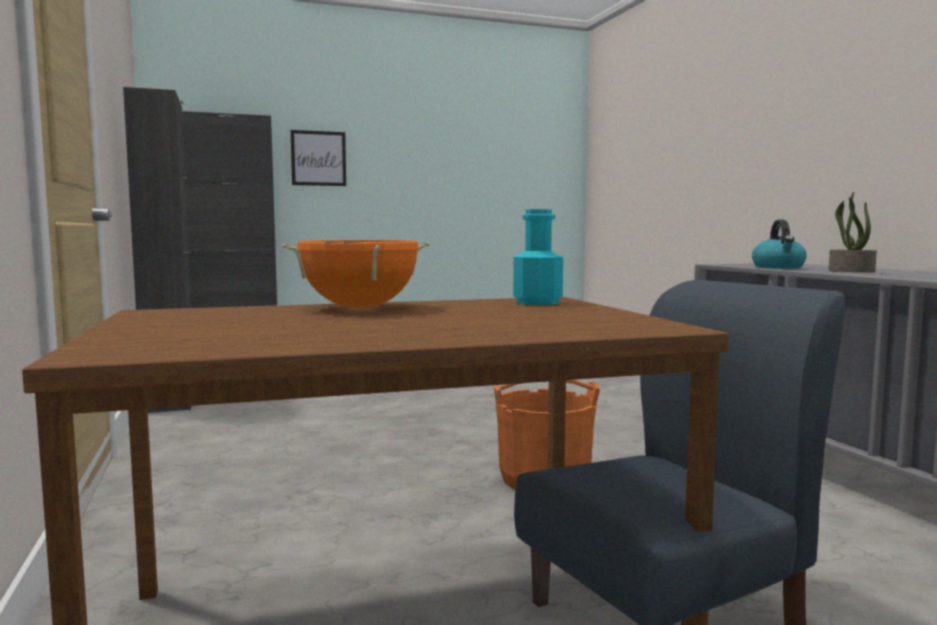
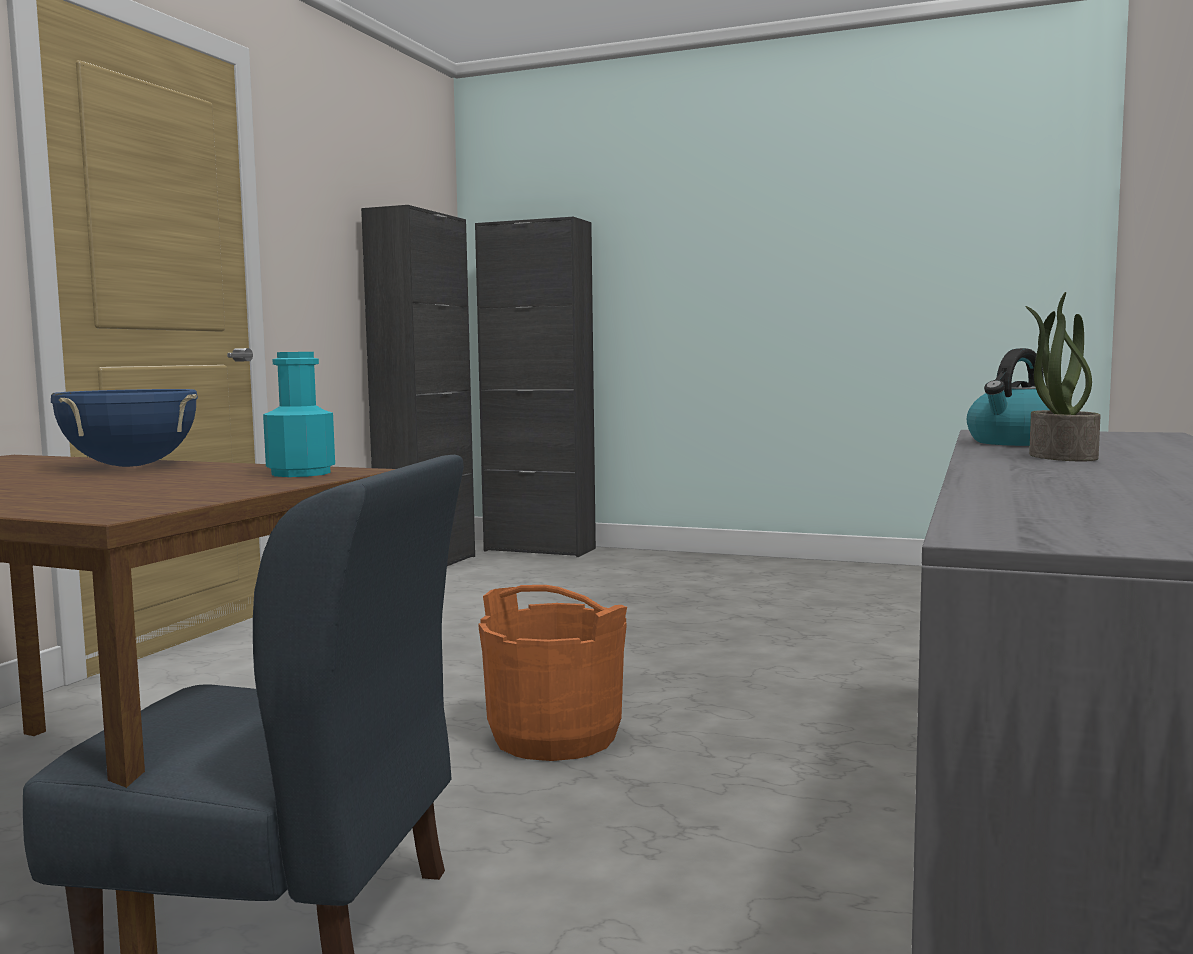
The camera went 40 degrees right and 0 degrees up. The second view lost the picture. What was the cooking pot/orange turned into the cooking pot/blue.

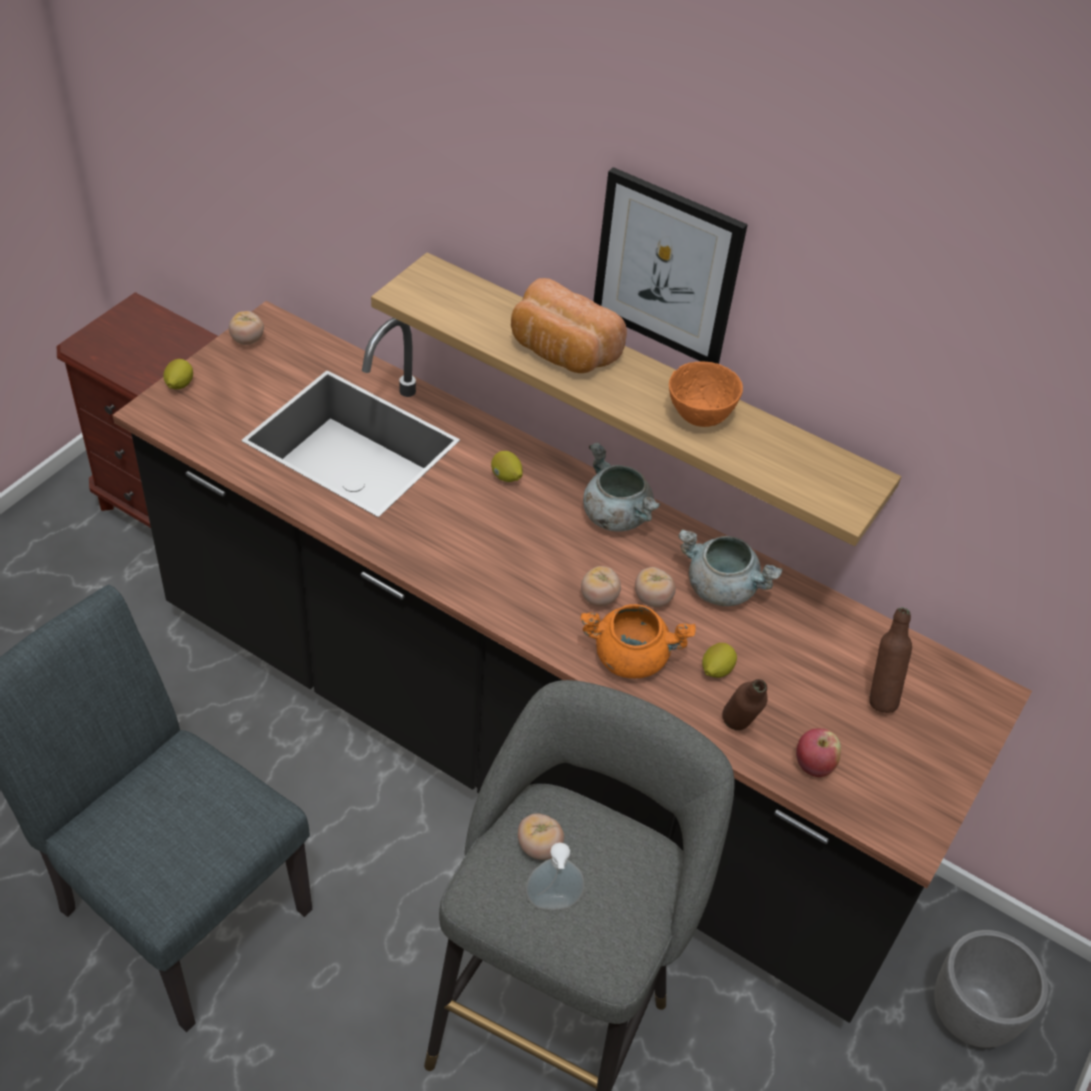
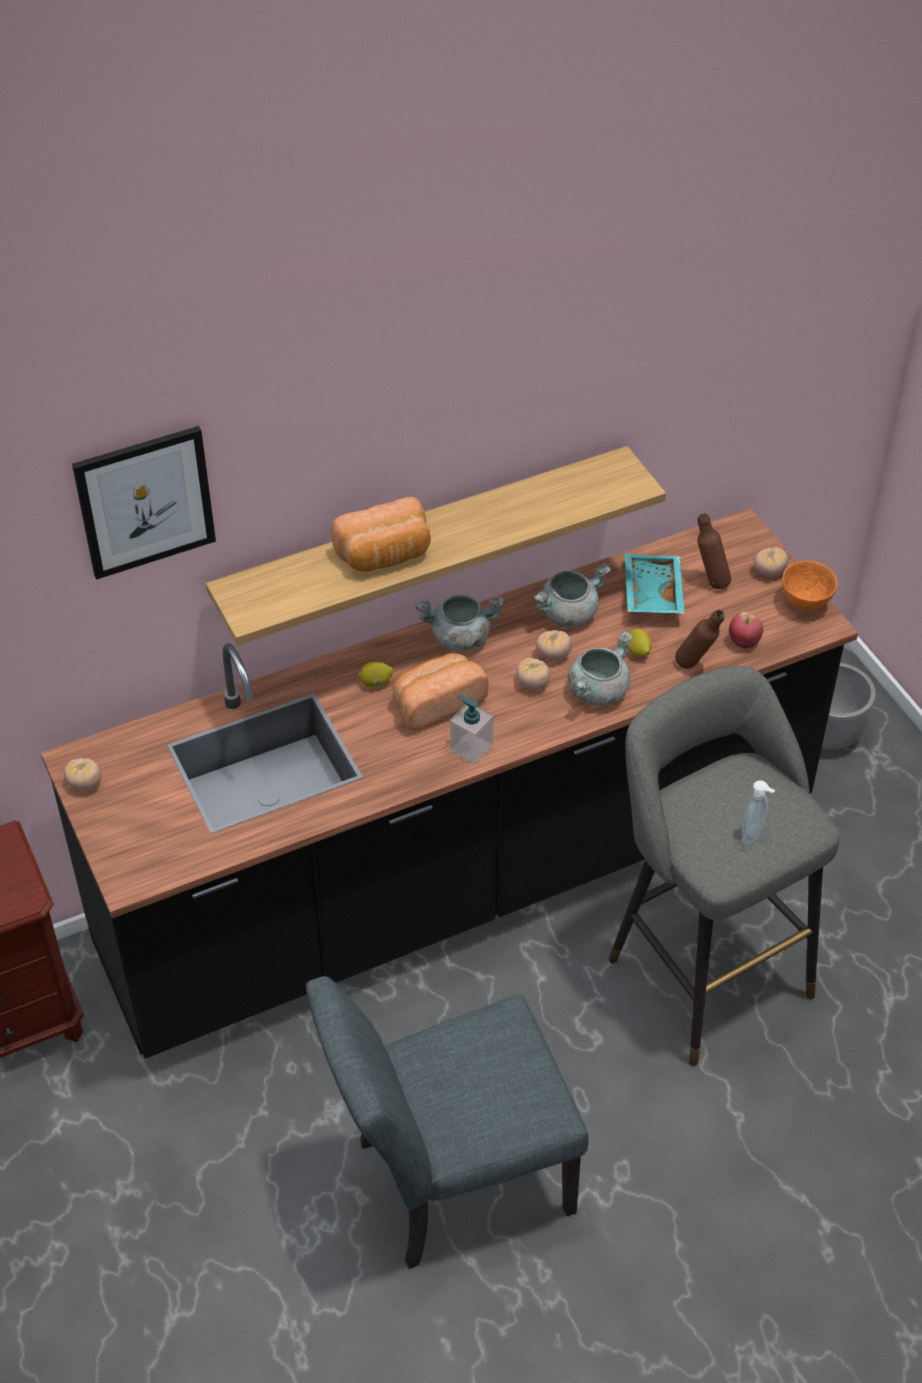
The camera went 55 degrees left and 0 degrees up. The second view lost the lemon (no. 1 from left). The second view gained the bread (no. 2 from left). The second view gained the soap dispenser (no. 1 from left). The second view gained the tray/turquoise. The tomato (no. 2 from left in the first image) ended up elsewhere. The picture ended up elsewhere. The bowl/orange ended up elsewhere. What was the cooking pot/orange turned into the cooking pot/grey (no. 3 from left).

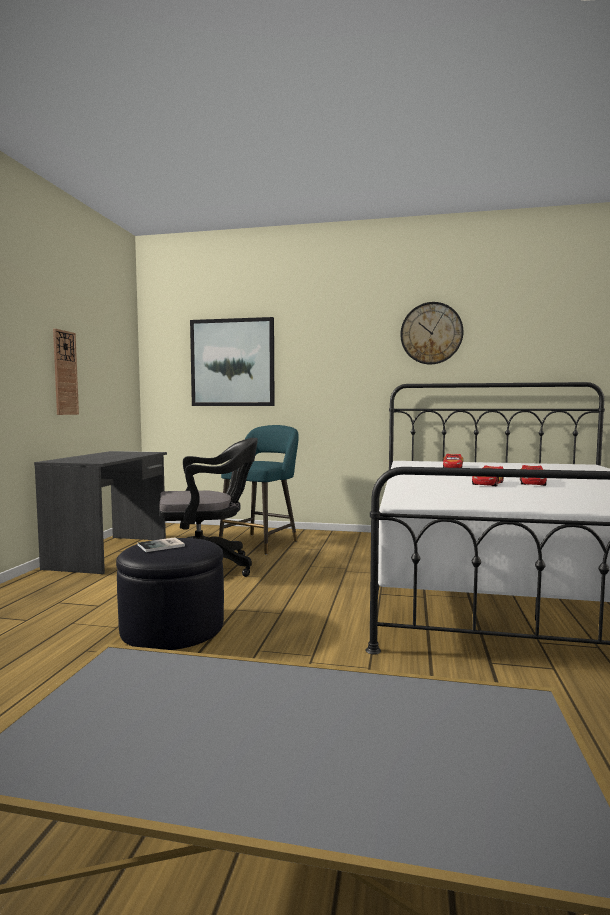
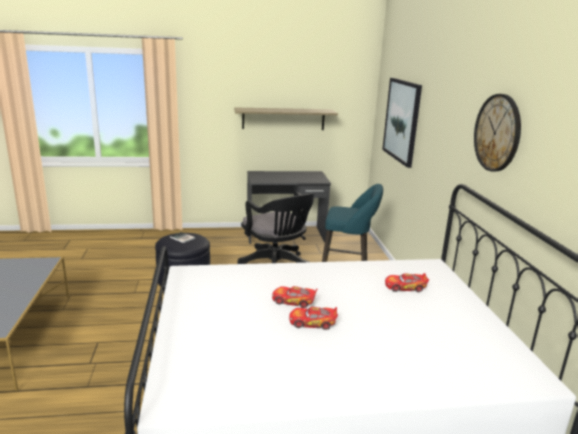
The camera went 70 degrees right and 15 degrees up. Where the wall clock (no. 1 from left) hung, the shelf came to hang.

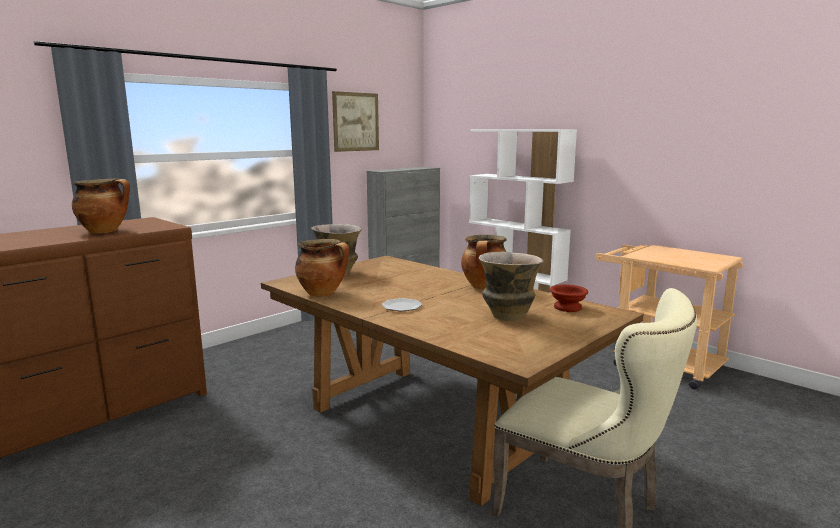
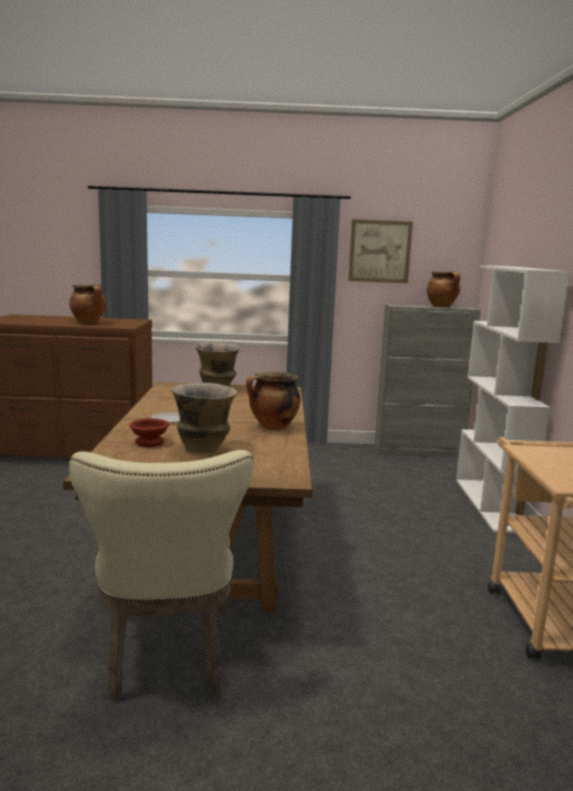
The camera went 45 degrees right and 0 degrees up. The cooking pot (no. 2 from left in the first image) ended up elsewhere. The bowl/brown ended up elsewhere.

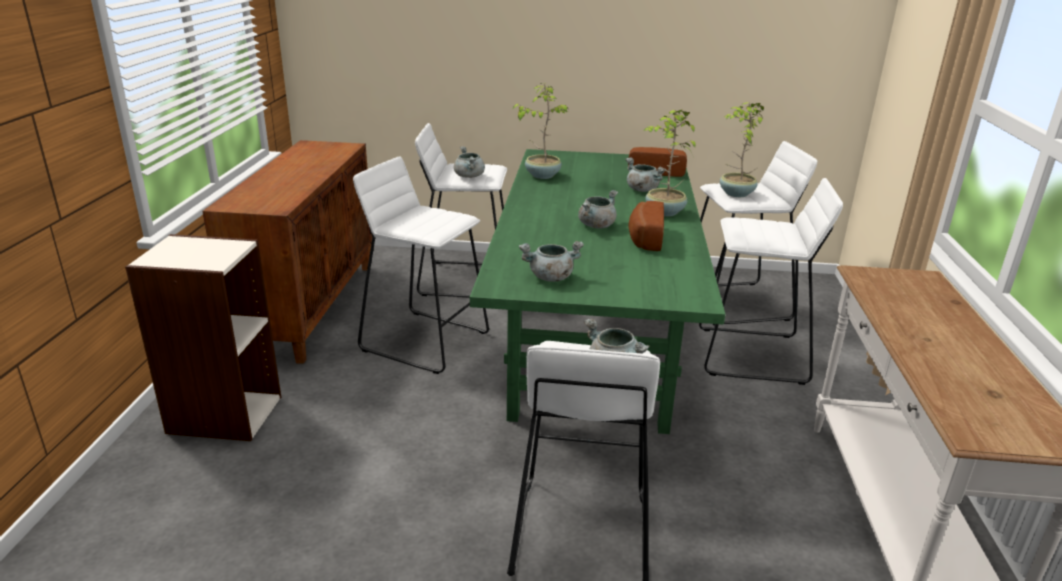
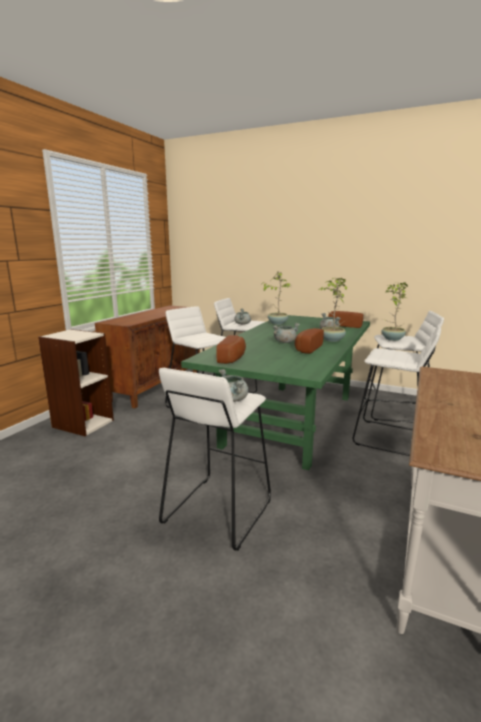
The camera went 20 degrees right and 10 degrees down. Where the cooking pot/grey (no. 2 from left) stood, the bread (no. 1 from left) came to stand.

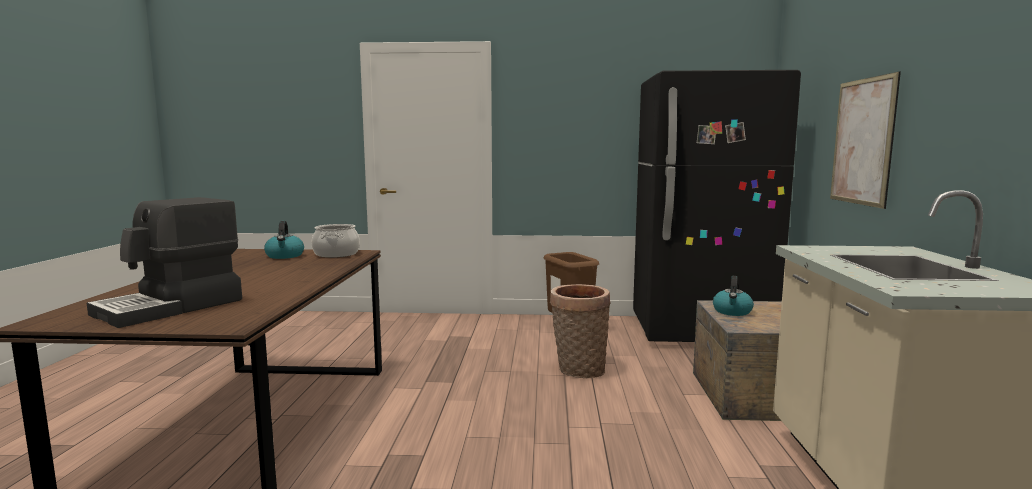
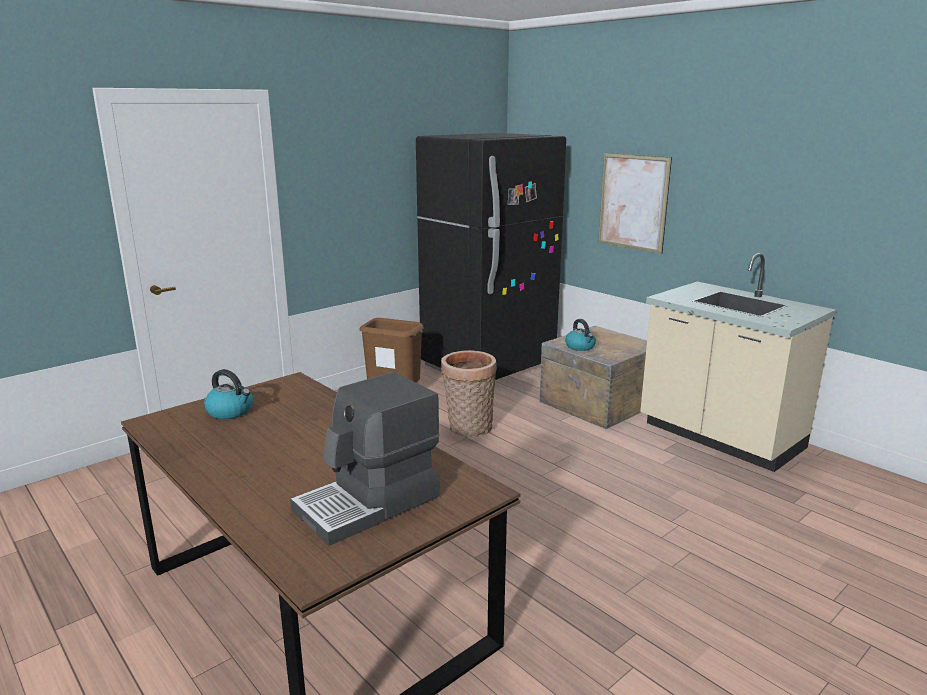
The camera went 45 degrees left and 10 degrees up. The second view lost the cooking pot. The coffee machine ended up facing another way, 60 degrees clockwise from before.

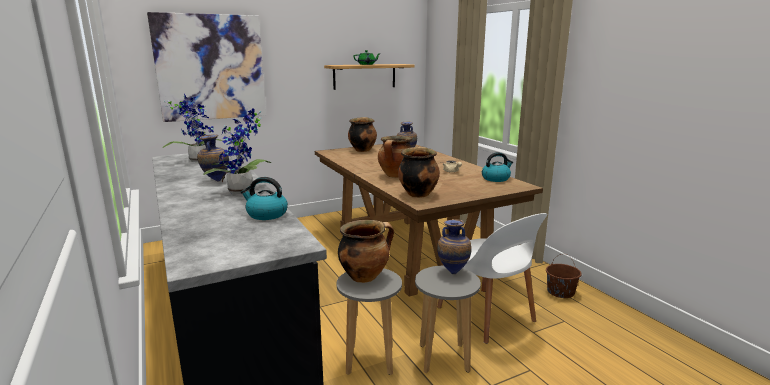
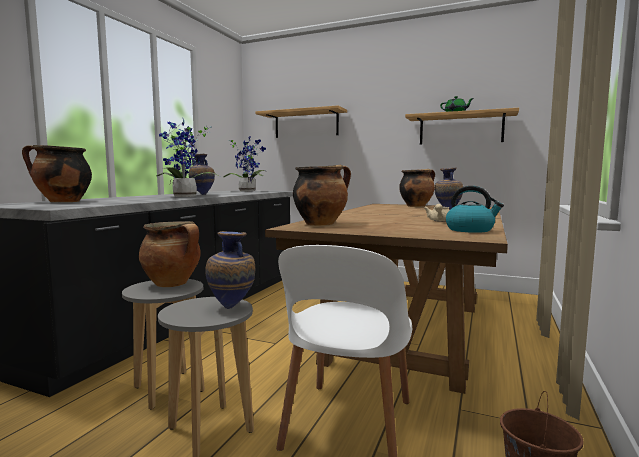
The camera went 50 degrees right and 10 degrees down. The second view lost the kettle (no. 1 from left). The cooking pot (no. 3 from left in the first image) ended up elsewhere. Where the picture hung, the shelf (no. 1 from left) came to hang.

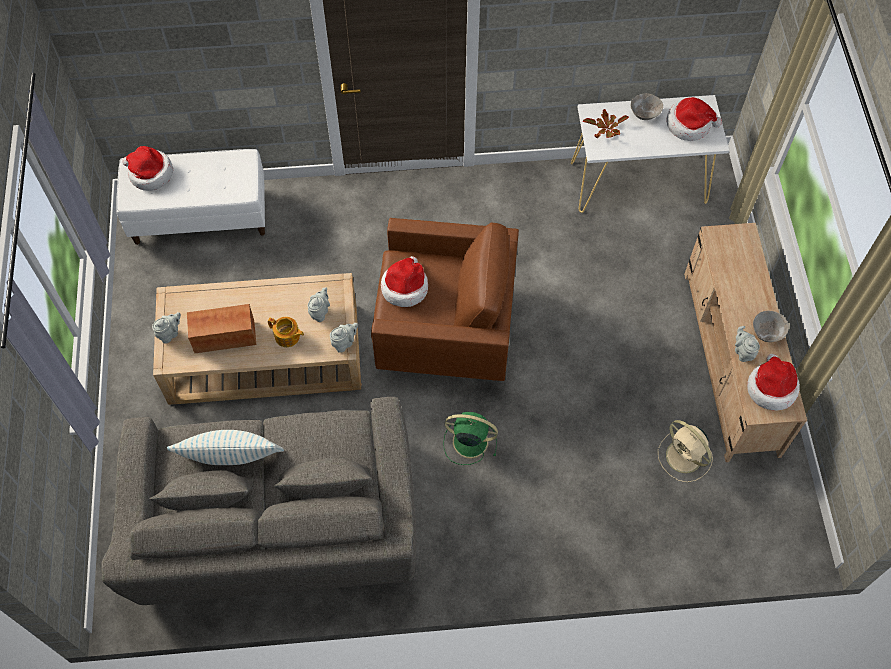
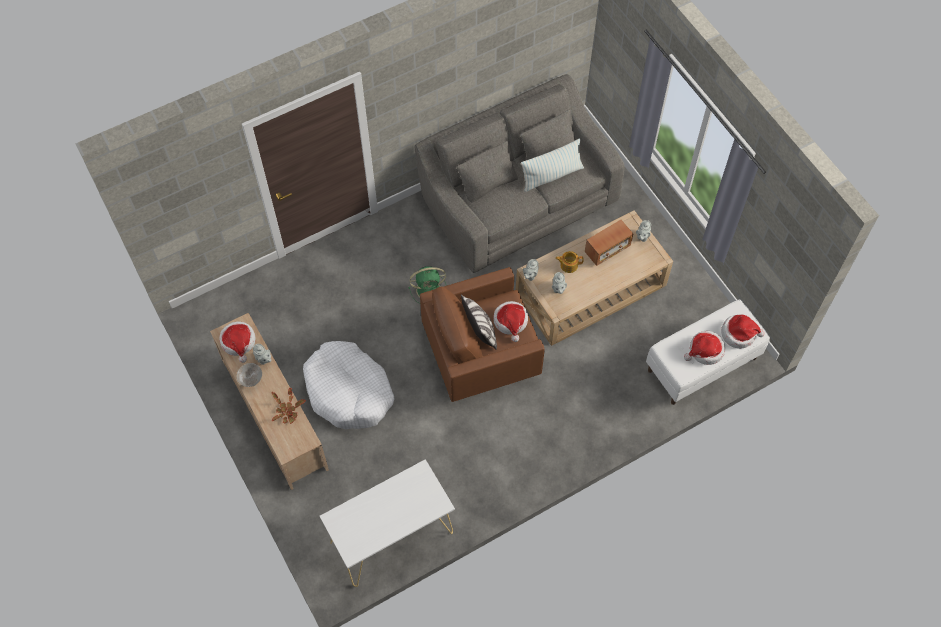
The camera went 155 degrees right and 0 degrees up. The second view lost the bowl/grey (no. 1 from left). The second view lost the fan/beige. The second view gained the dog bed/white. The second view gained the pillow (no. 1 from left). The potted plant ended up elsewhere. The hat (no. 3 from left) ended up elsewhere.

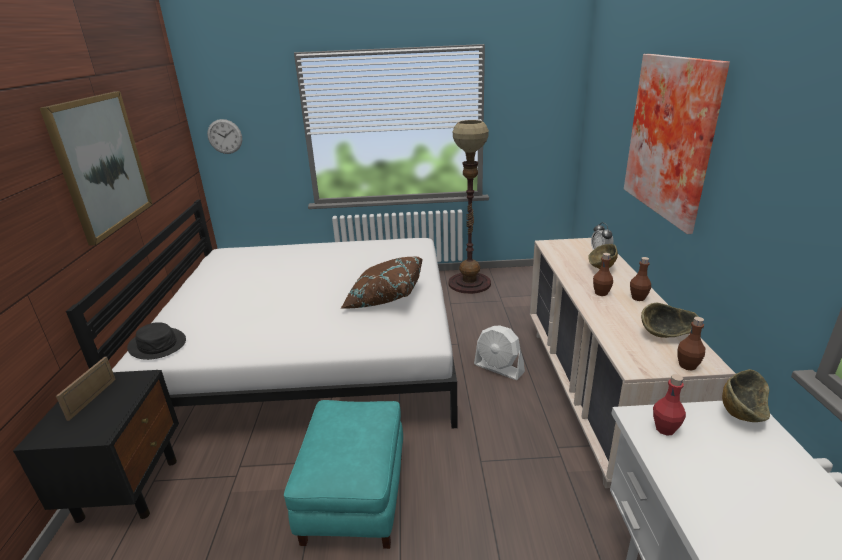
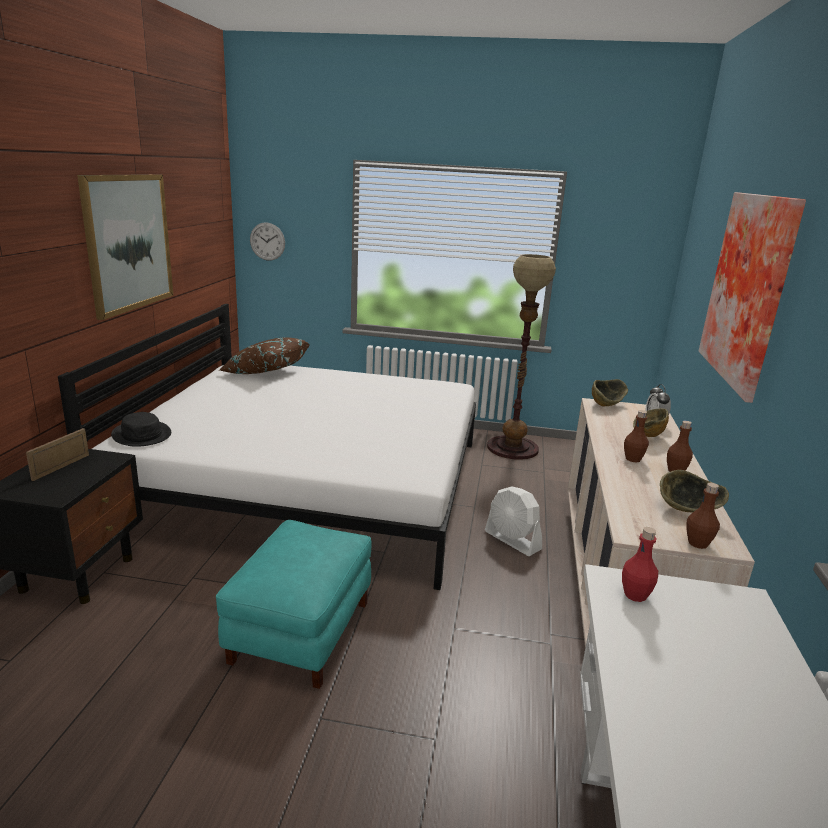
The camera went 10 degrees right and 5 degrees down. The pillow/brown ended up elsewhere. The bowl (no. 3 from left in the first image) ended up elsewhere.

